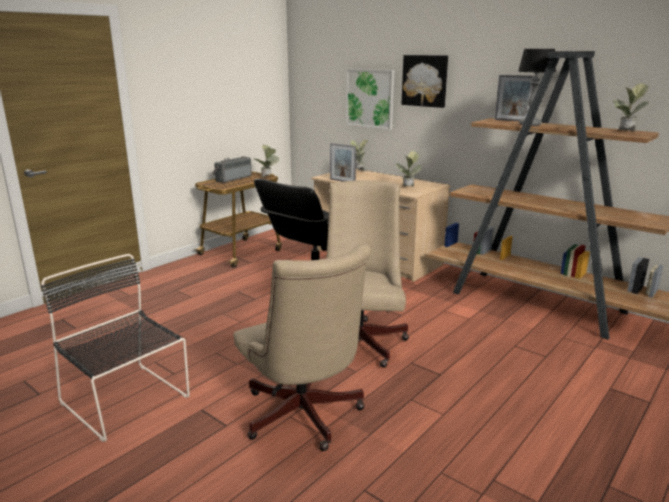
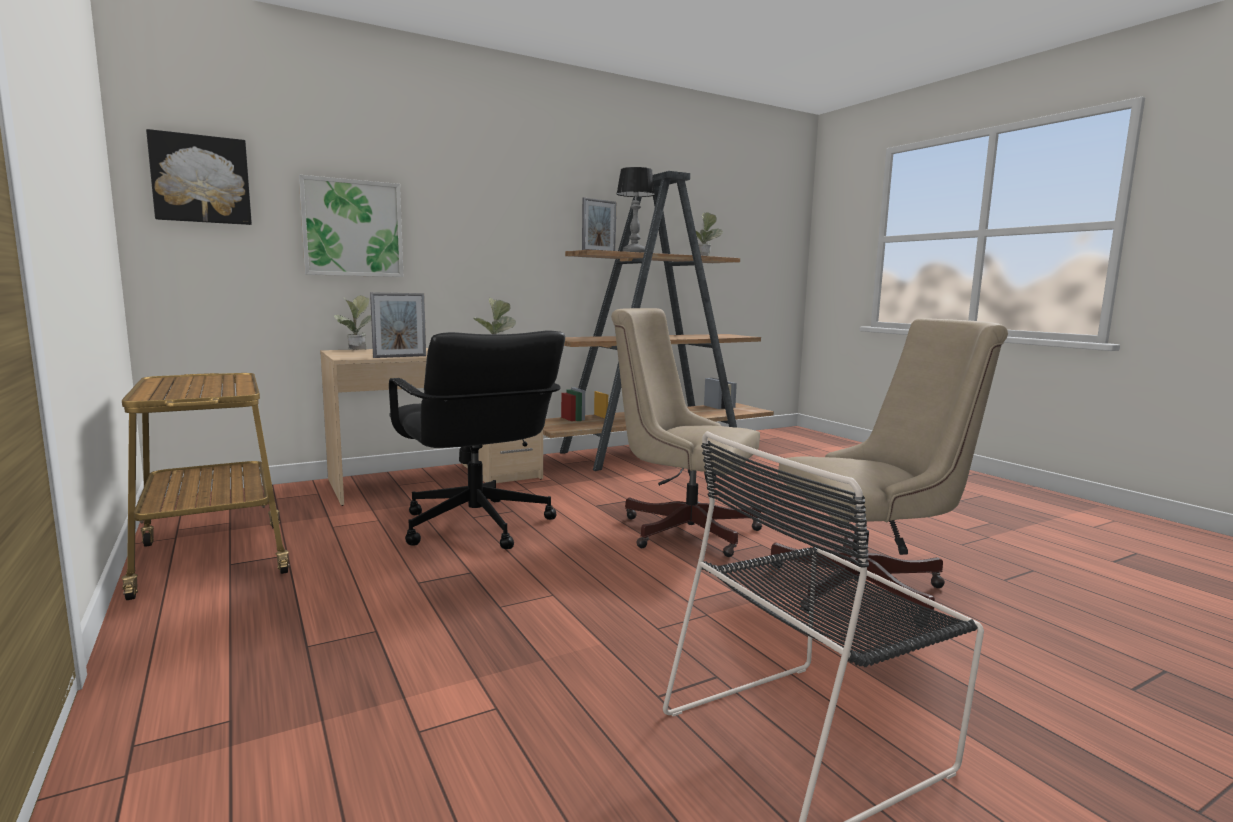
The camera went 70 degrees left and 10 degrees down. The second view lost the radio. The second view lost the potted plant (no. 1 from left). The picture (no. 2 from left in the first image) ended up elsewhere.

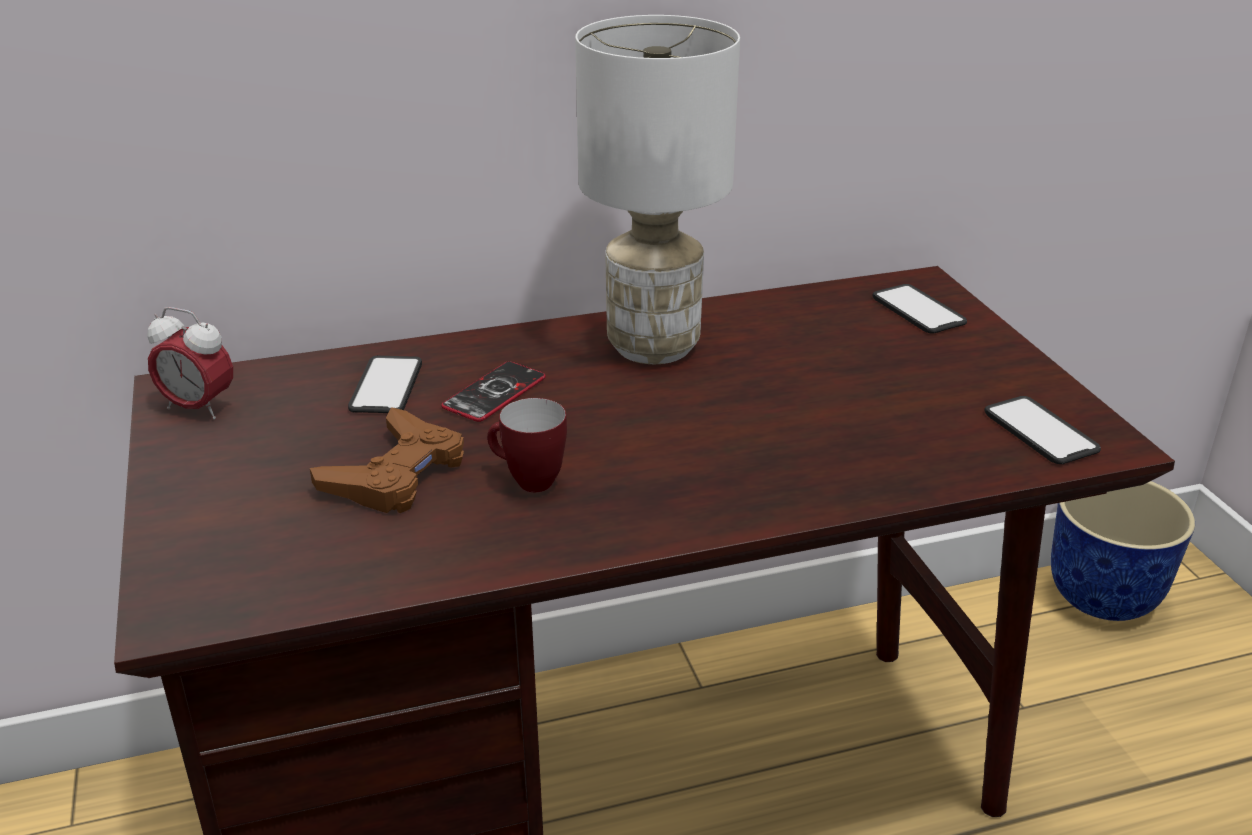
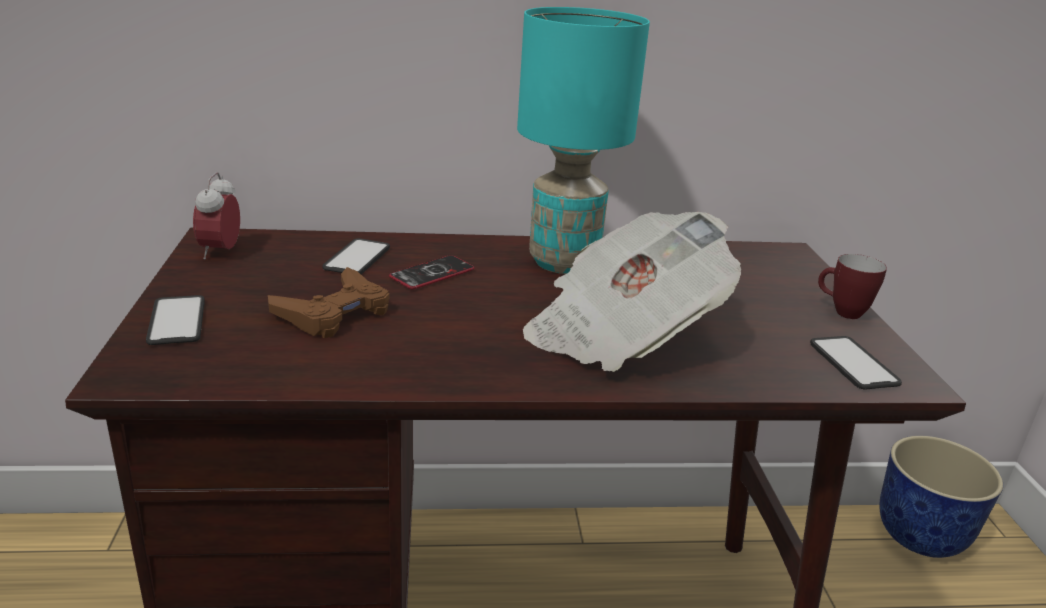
The camera went 10 degrees right and 5 degrees down. The second view gained the newspaper. The mug ended up elsewhere. The phone (no. 3 from left in the first image) ended up elsewhere. What was the table lamp/white turned into the table lamp/turquoise. The alarm clock ended up facing another way, 60 degrees clockwise from before.

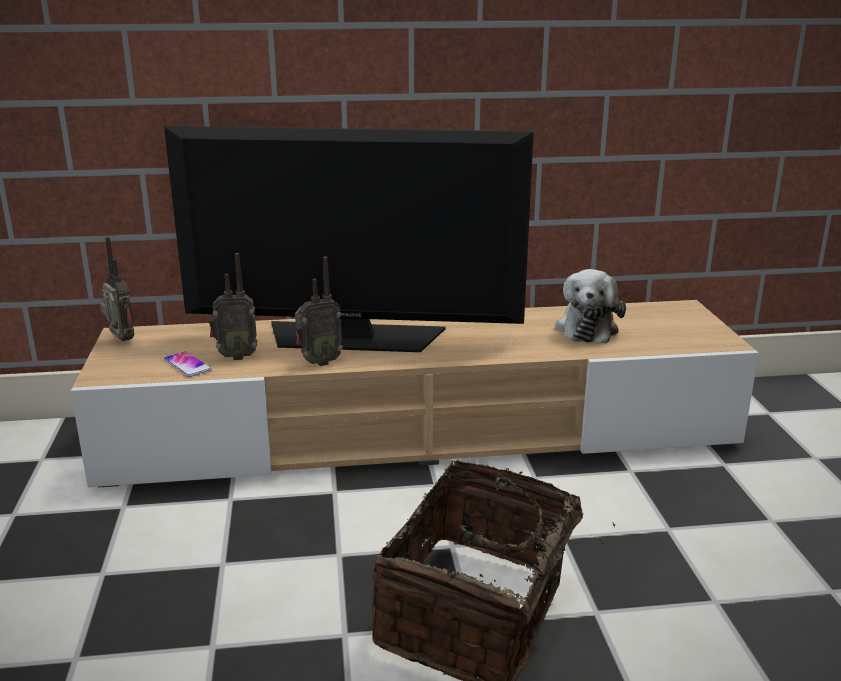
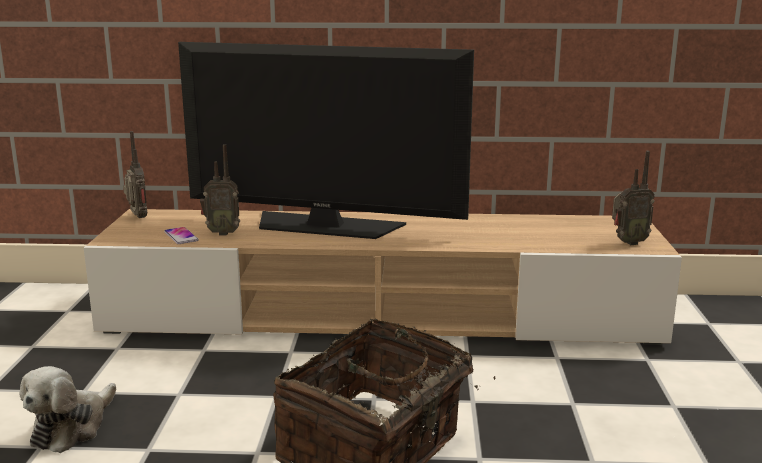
The camera went 10 degrees right and 5 degrees down. The radio (no. 3 from left) ended up elsewhere. The plush toy ended up elsewhere.

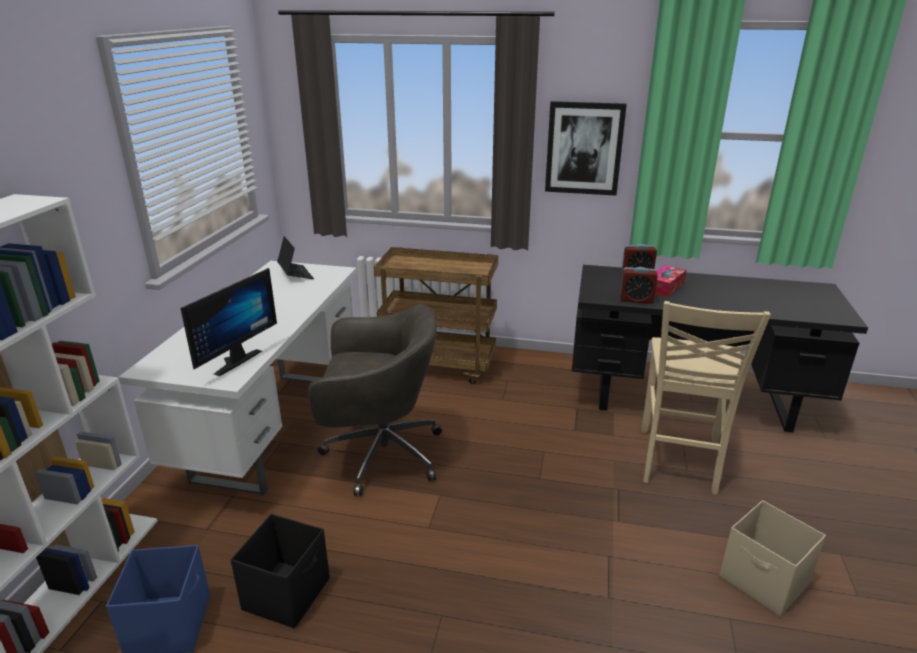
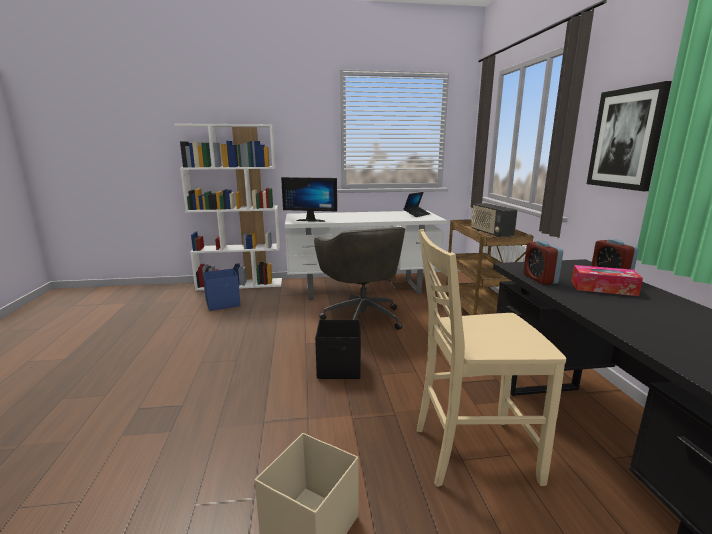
The camera went 70 degrees right and 10 degrees down. The second view gained the radio. The storage box/black ended up elsewhere.

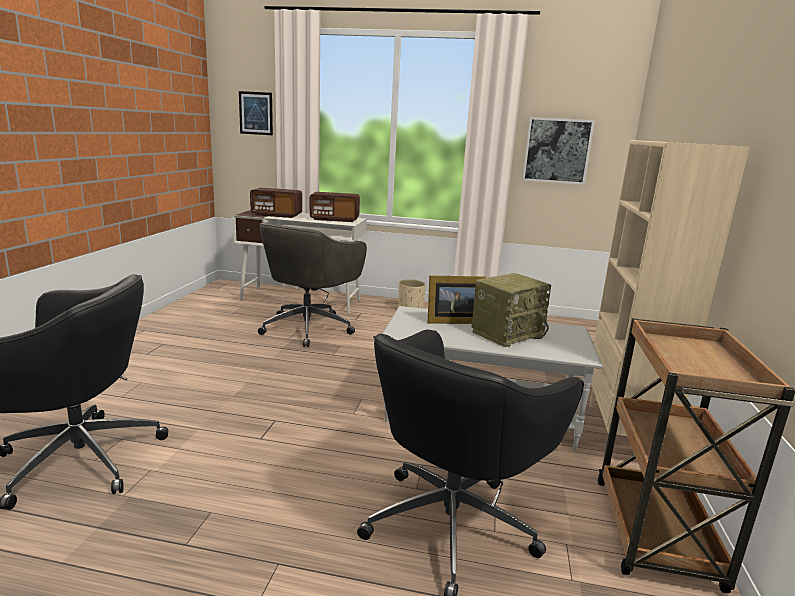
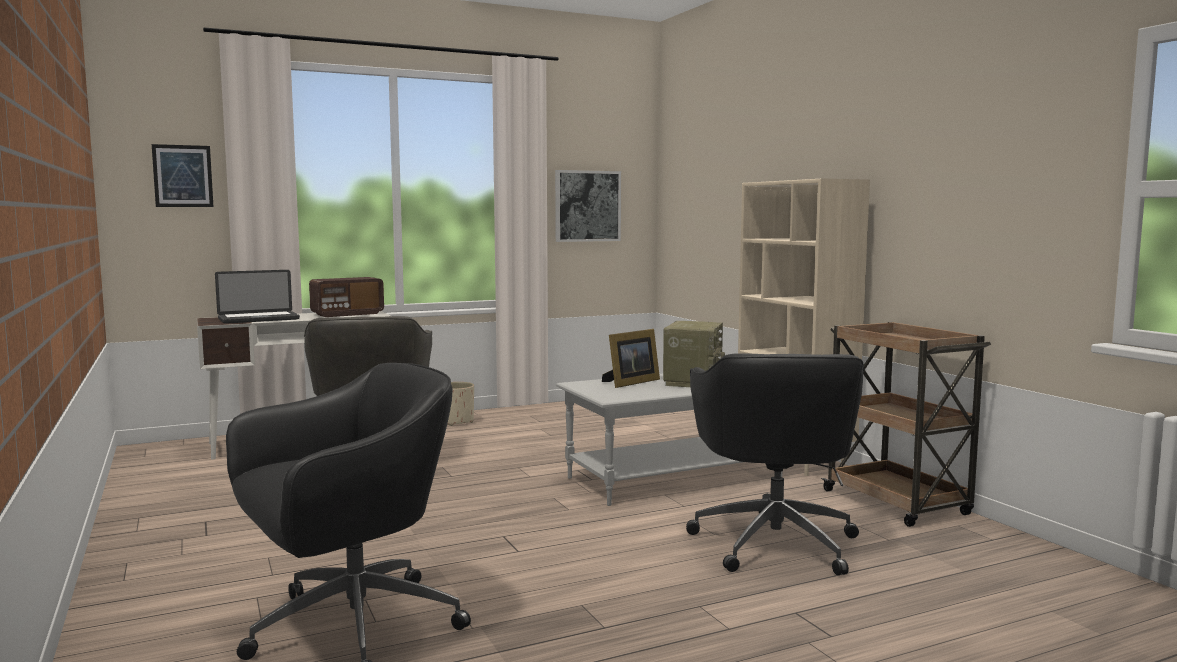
The camera went 35 degrees left and 10 degrees down. Where the radio (no. 1 from left) stood, the laptop came to stand.

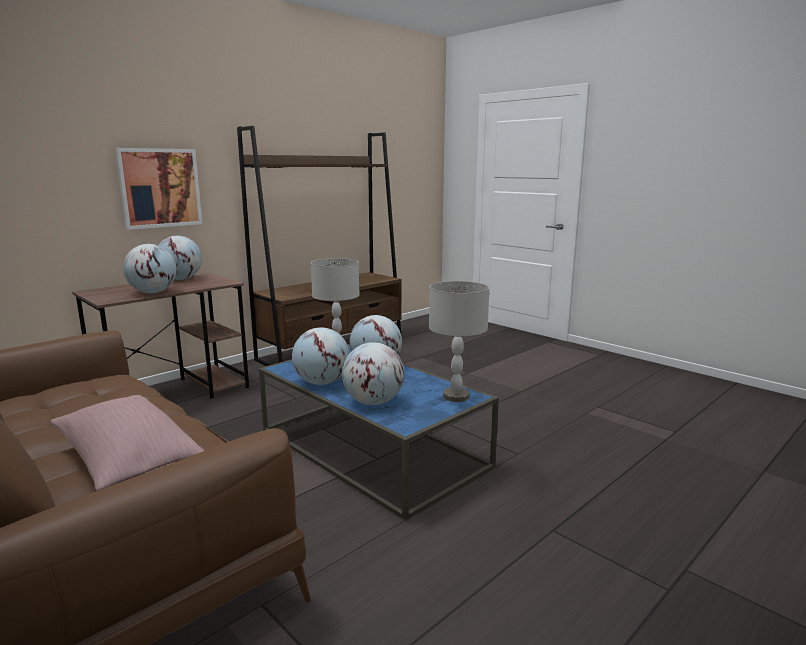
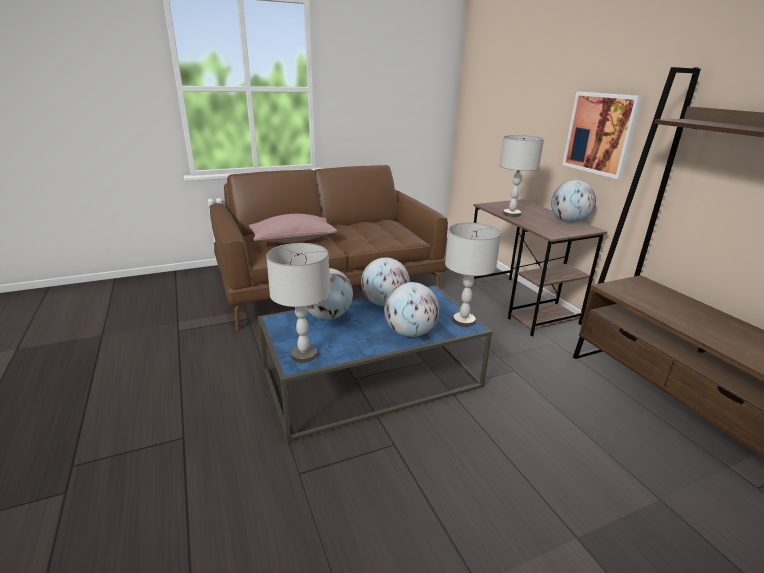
The camera went 110 degrees right and 10 degrees up. Where the globe (no. 1 from left) stood, the table lamp/grey (no. 3 from left) came to stand.

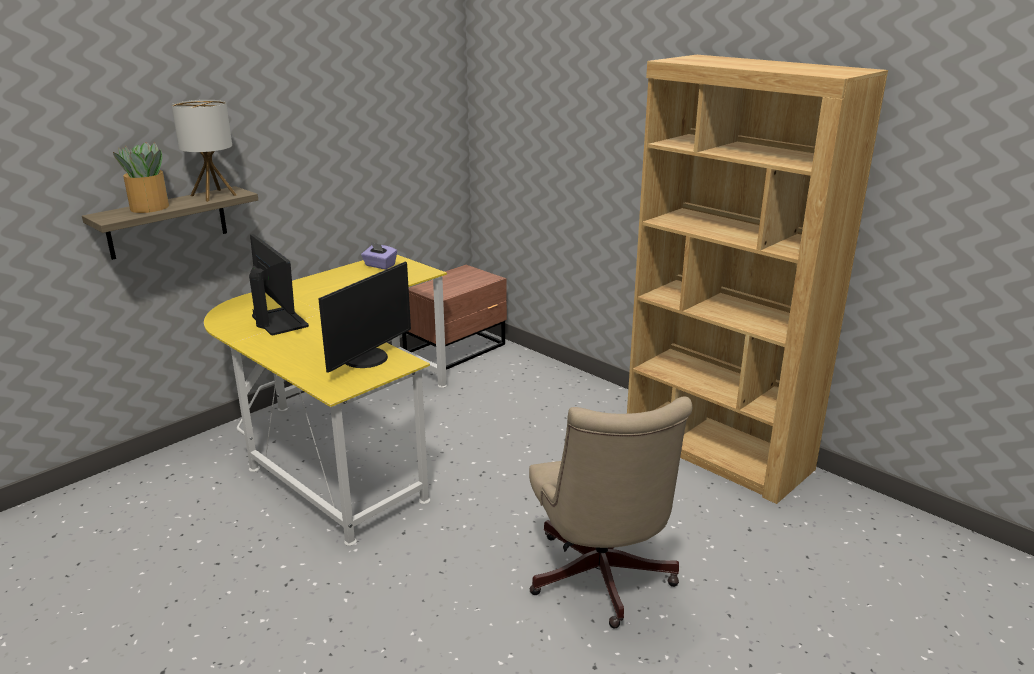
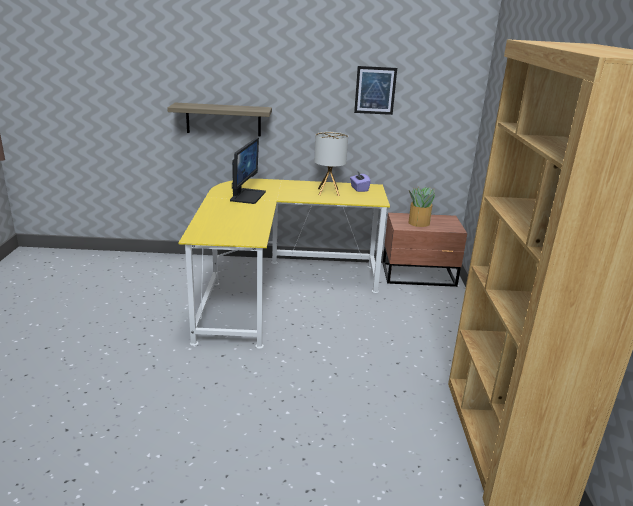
The camera went 45 degrees right and 0 degrees up. The second view lost the monitor (no. 2 from left). The second view lost the office chair/beige. The second view gained the picture. The potted plant ended up elsewhere. The table lamp ended up elsewhere.

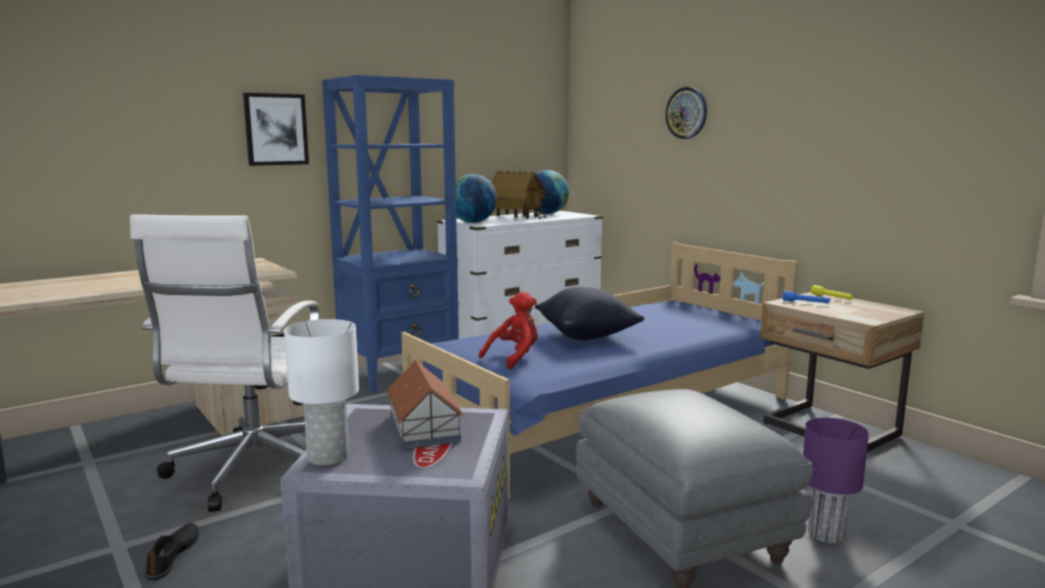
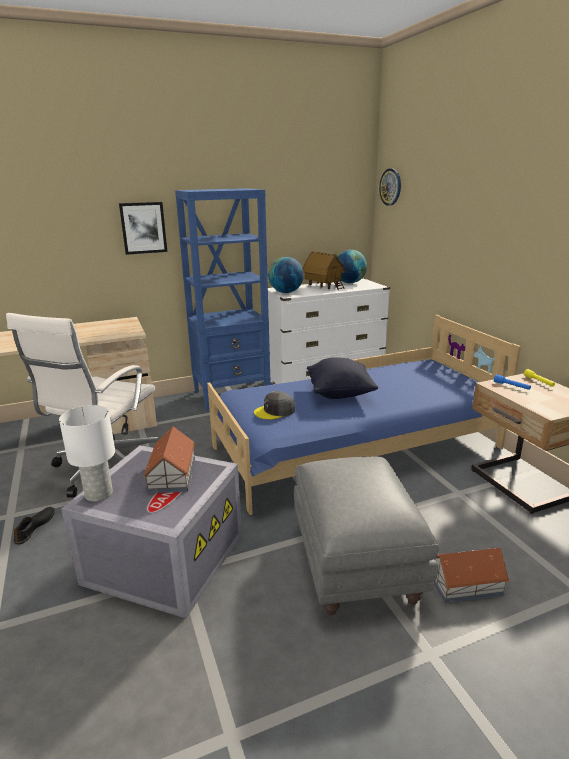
The camera went 15 degrees right and 10 degrees up. The wall clock ended up elsewhere. Where the plush toy/red stood, the cap/grey came to stand. Where the table lamp/purple stood, the toy house (no. 3 from left) came to stand.

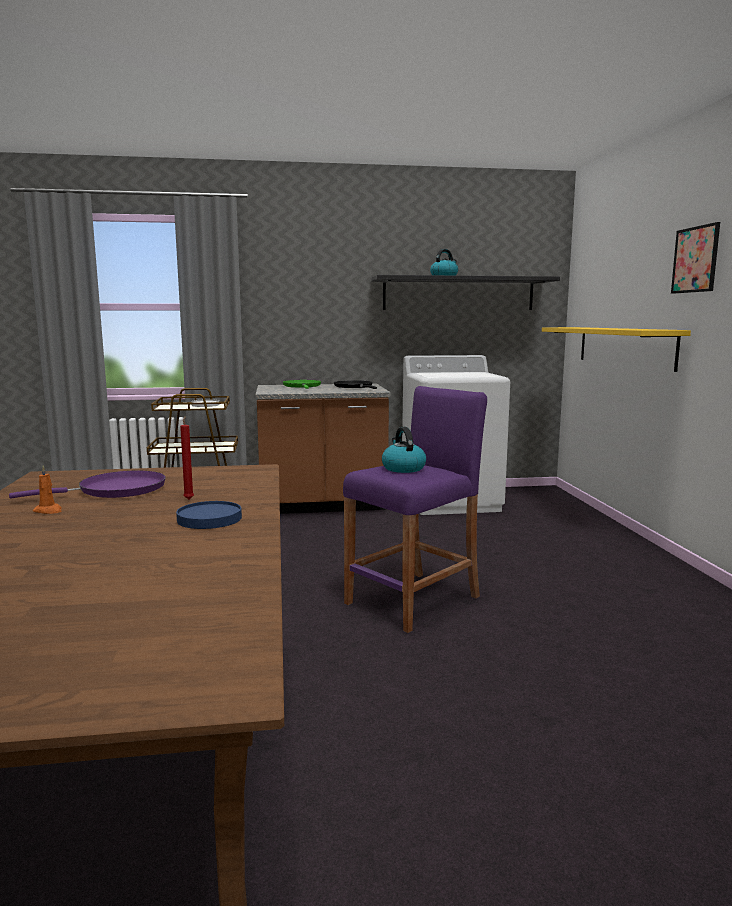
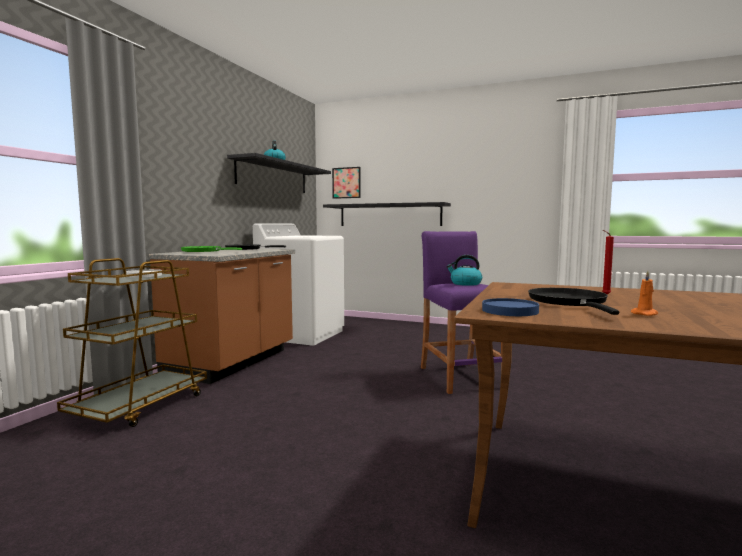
The camera went 60 degrees left and 5 degrees down. The plate/blue ended up elsewhere. The picture ended up elsewhere. What was the frying pan/purple turned into the frying pan/black (no. 2 from left). What was the shelf/yellow turned into the shelf/black (no. 2 from left).

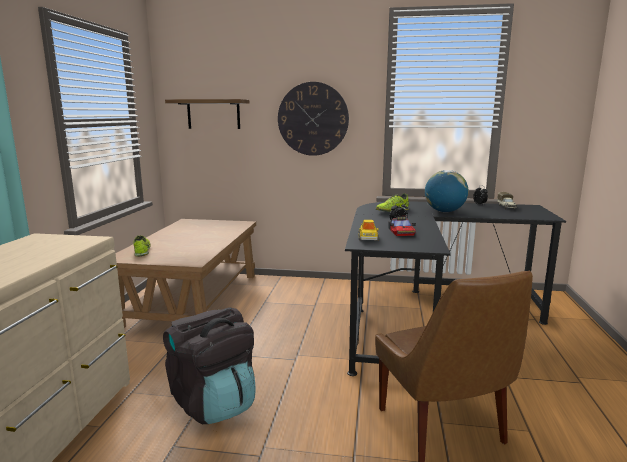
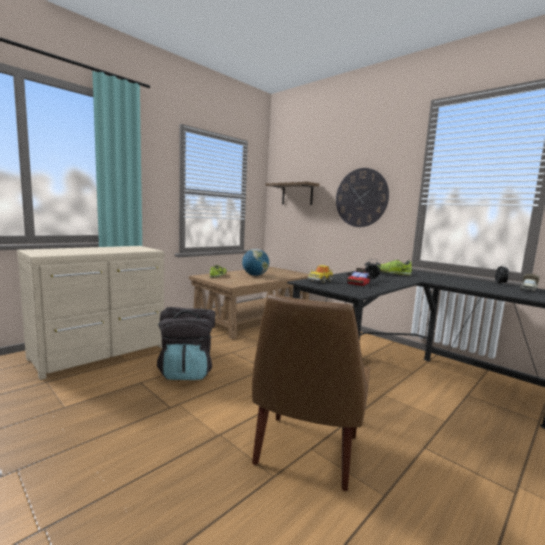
The camera went 35 degrees right and 5 degrees down. The globe ended up elsewhere.

